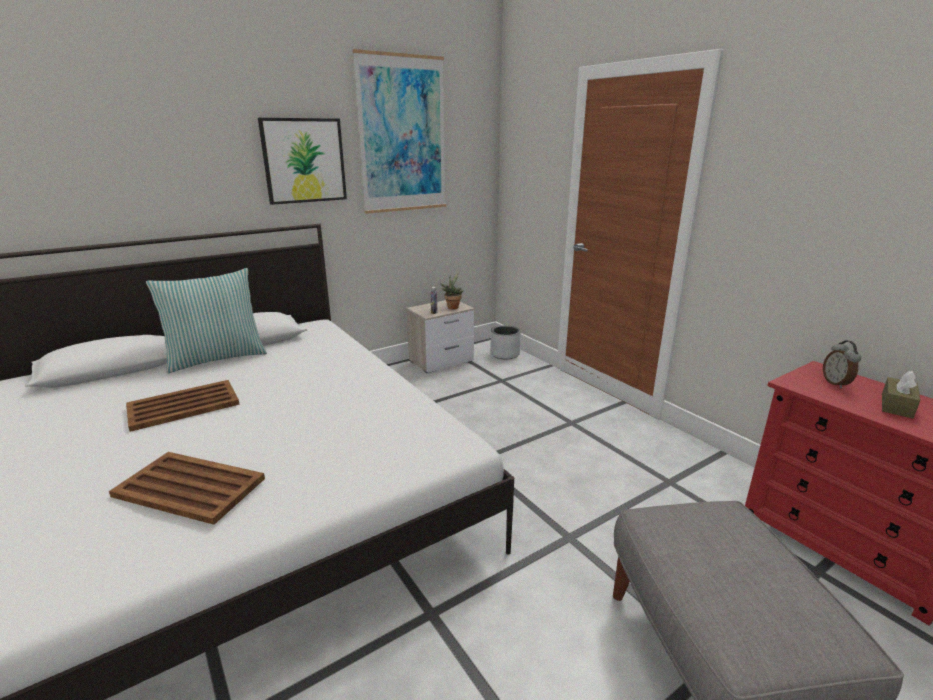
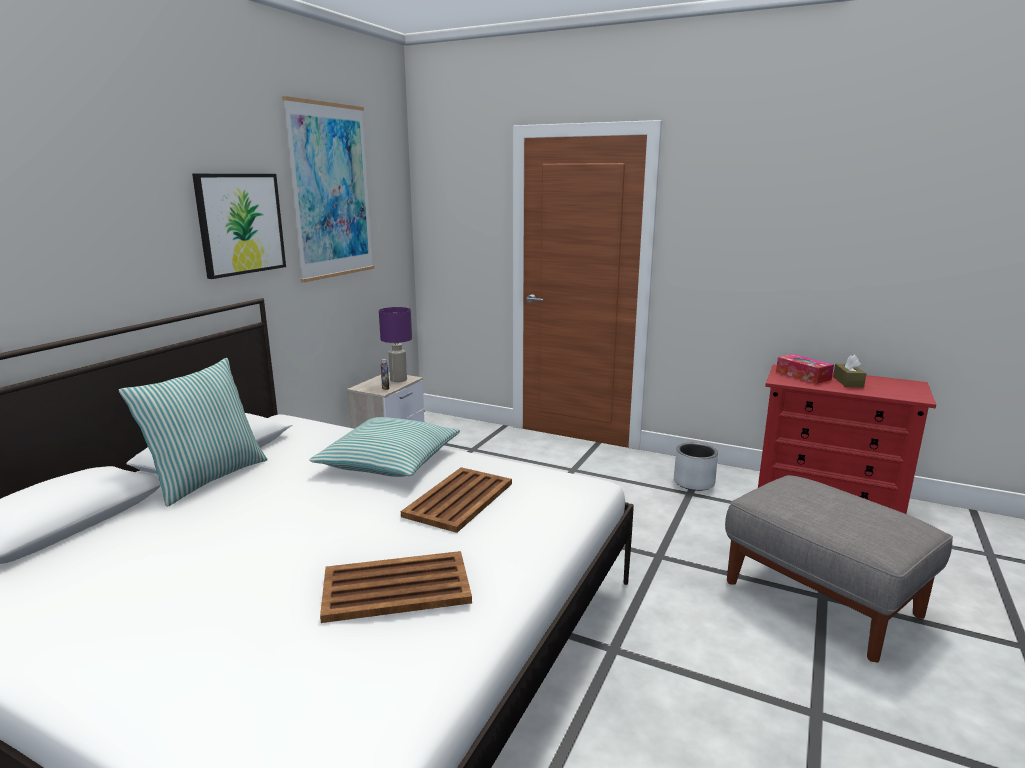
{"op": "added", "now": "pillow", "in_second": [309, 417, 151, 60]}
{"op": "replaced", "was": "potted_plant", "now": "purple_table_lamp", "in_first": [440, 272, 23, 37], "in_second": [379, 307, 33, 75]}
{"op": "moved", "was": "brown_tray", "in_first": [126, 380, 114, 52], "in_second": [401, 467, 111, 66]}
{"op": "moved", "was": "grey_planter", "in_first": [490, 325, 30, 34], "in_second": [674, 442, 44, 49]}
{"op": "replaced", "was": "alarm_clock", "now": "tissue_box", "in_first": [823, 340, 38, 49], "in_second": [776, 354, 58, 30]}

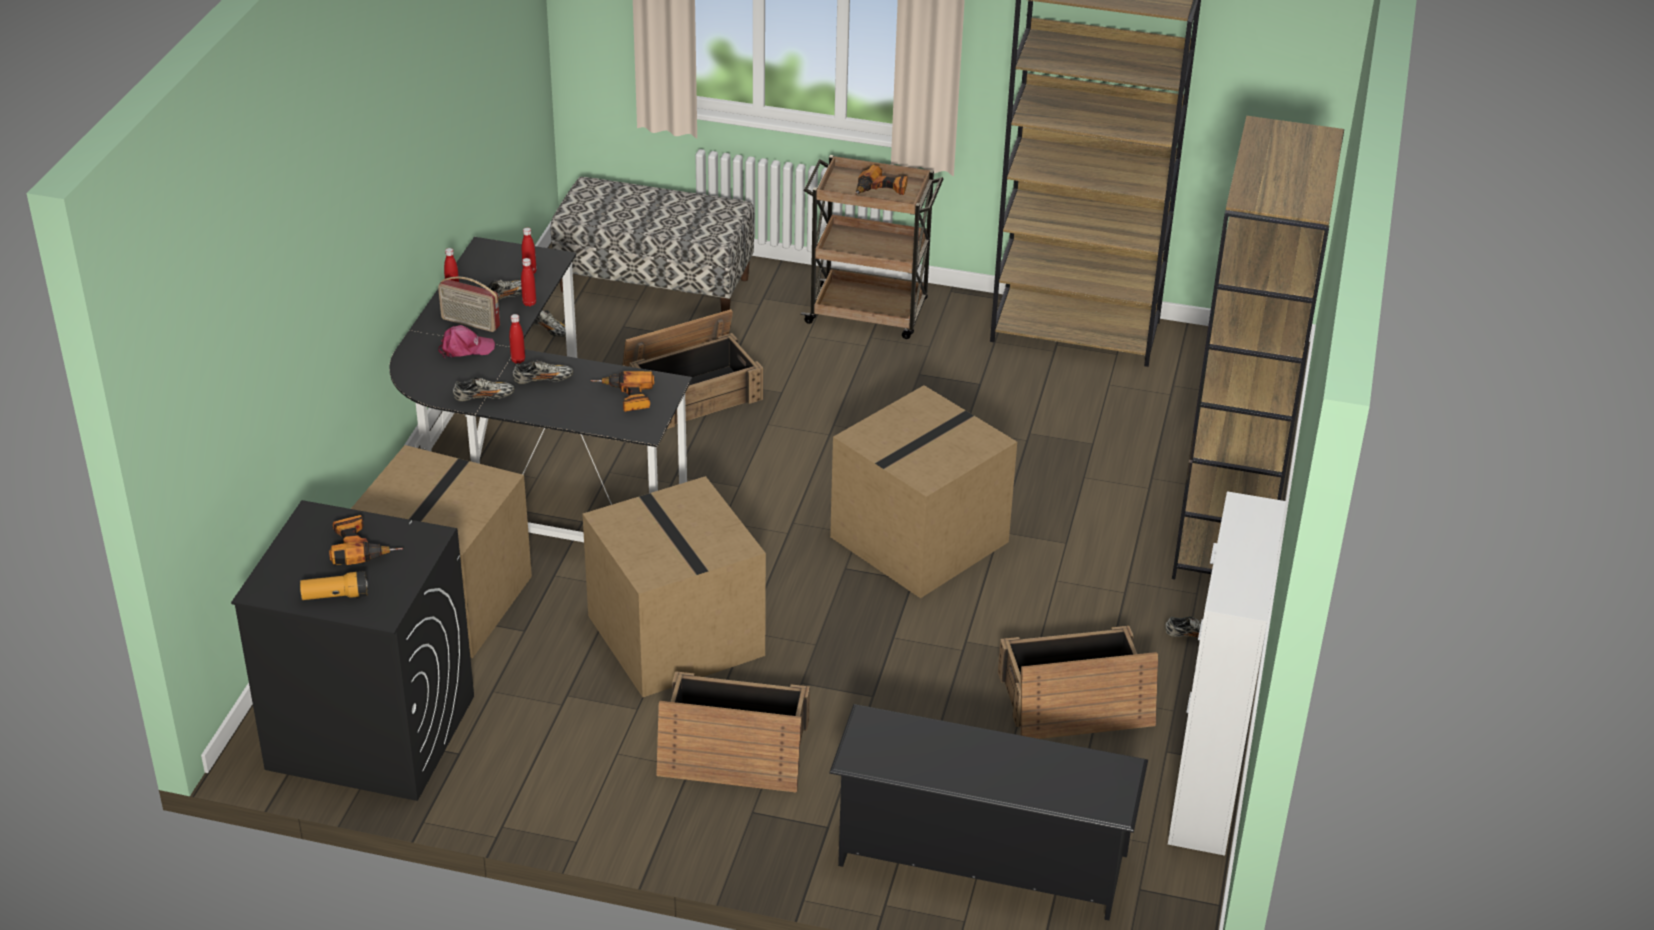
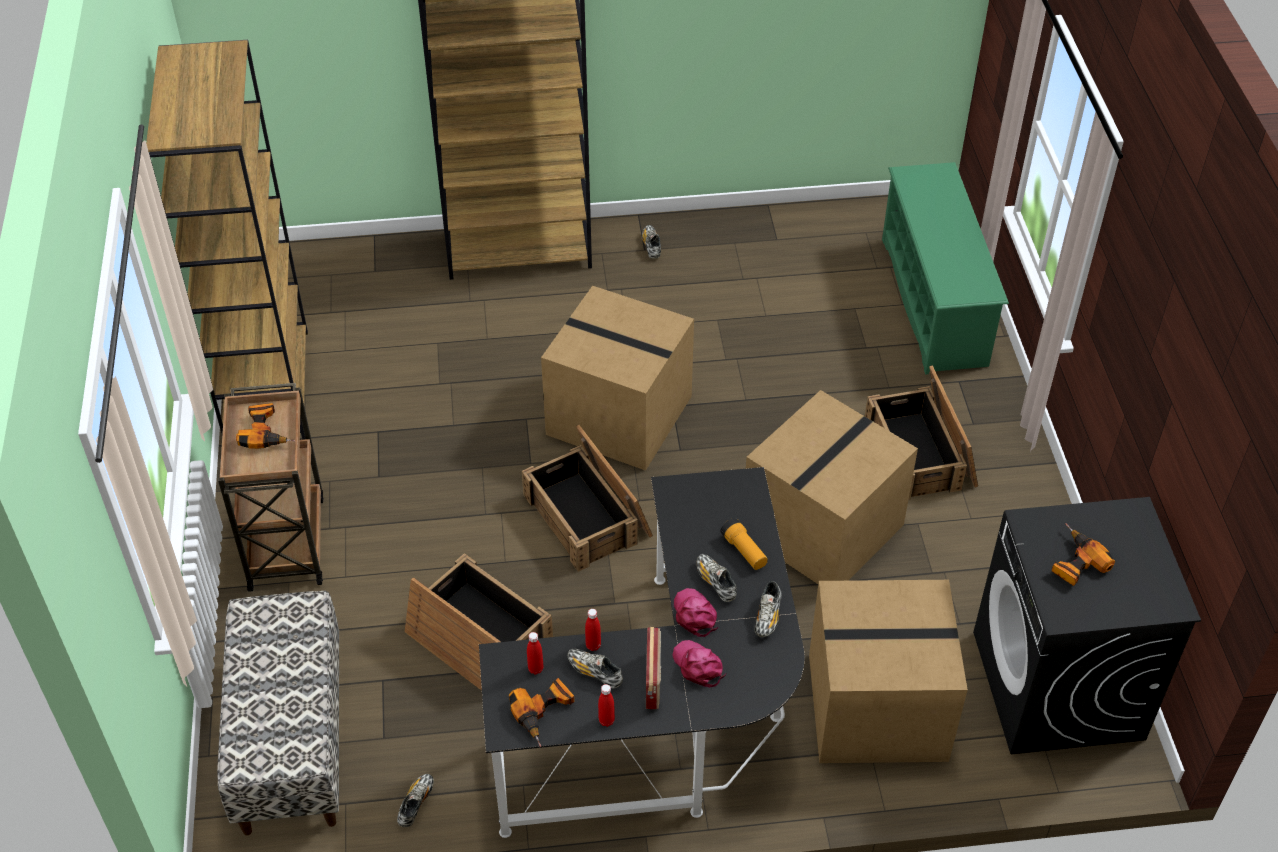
{"op": "moved", "was": "power_drill", "in_first": [590, 371, 64, 41], "in_second": [509, 678, 65, 69]}
{"op": "moved", "was": "crate", "in_first": [998, 626, 160, 113], "in_second": [522, 425, 131, 147]}
{"op": "replaced", "was": "red_bottle", "now": "pink_cap", "in_first": [509, 314, 16, 50], "in_second": [674, 588, 44, 49]}
{"op": "moved", "was": "flashlight", "in_first": [300, 571, 68, 29], "in_second": [721, 518, 47, 52]}
{"op": "turned", "was": "shoe", "in_first": [453, 378, 62, 24], "in_second": [754, 581, 28, 56], "clockwise": -135}
{"op": "recoloured", "was": "black_shoe_rack", "now": "green_shoe_rack", "in_first": [829, 704, 319, 216], "in_second": [882, 162, 127, 213]}
{"op": "removed", "was": "white_cabinet", "in_first": [1168, 491, 118, 365]}

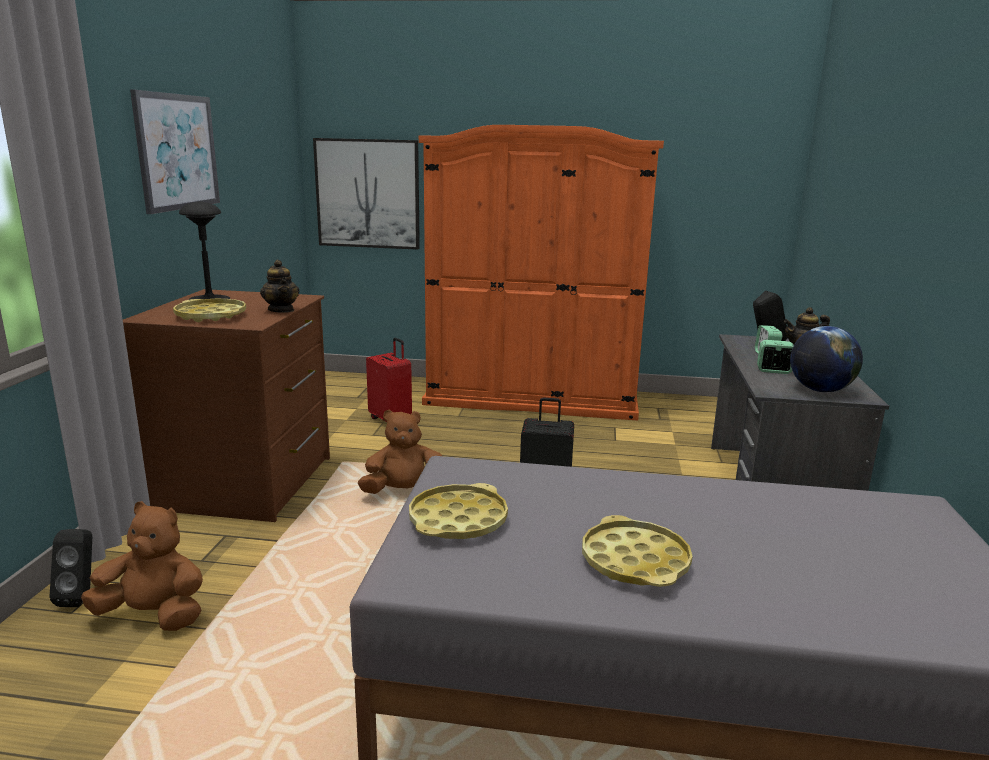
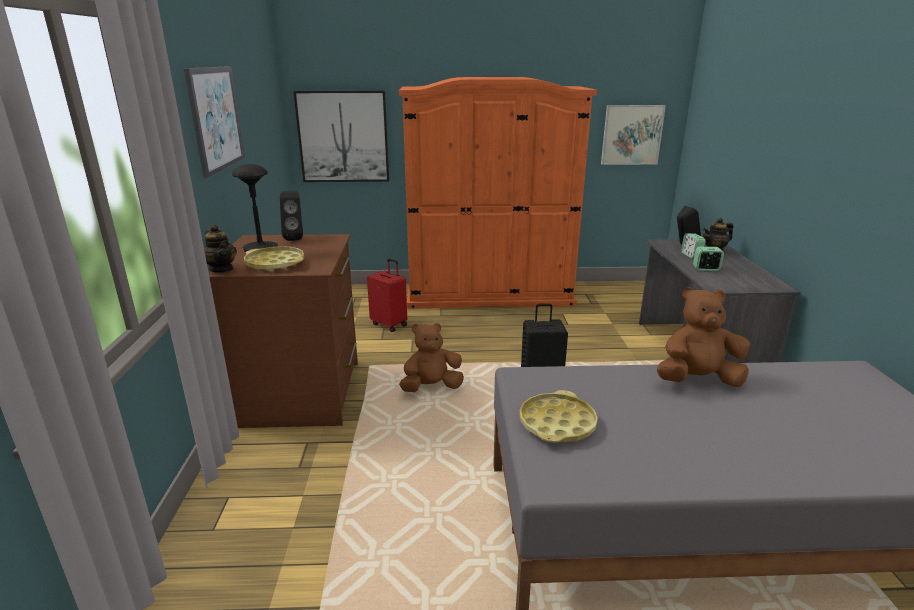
{"op": "moved", "was": "teapot", "in_first": [260, 260, 40, 53], "in_second": [204, 225, 33, 47]}
{"op": "moved", "was": "black_speaker", "in_first": [50, 529, 42, 78], "in_second": [280, 191, 23, 50]}
{"op": "added", "now": "picture", "in_second": [601, 105, 65, 60]}
{"op": "moved", "was": "brown_plush_toy", "in_first": [81, 501, 122, 130], "in_second": [657, 287, 93, 100]}
{"op": "removed", "was": "yellow_tray", "in_first": [582, 515, 111, 72]}
{"op": "removed", "was": "globe", "in_first": [790, 326, 73, 66]}

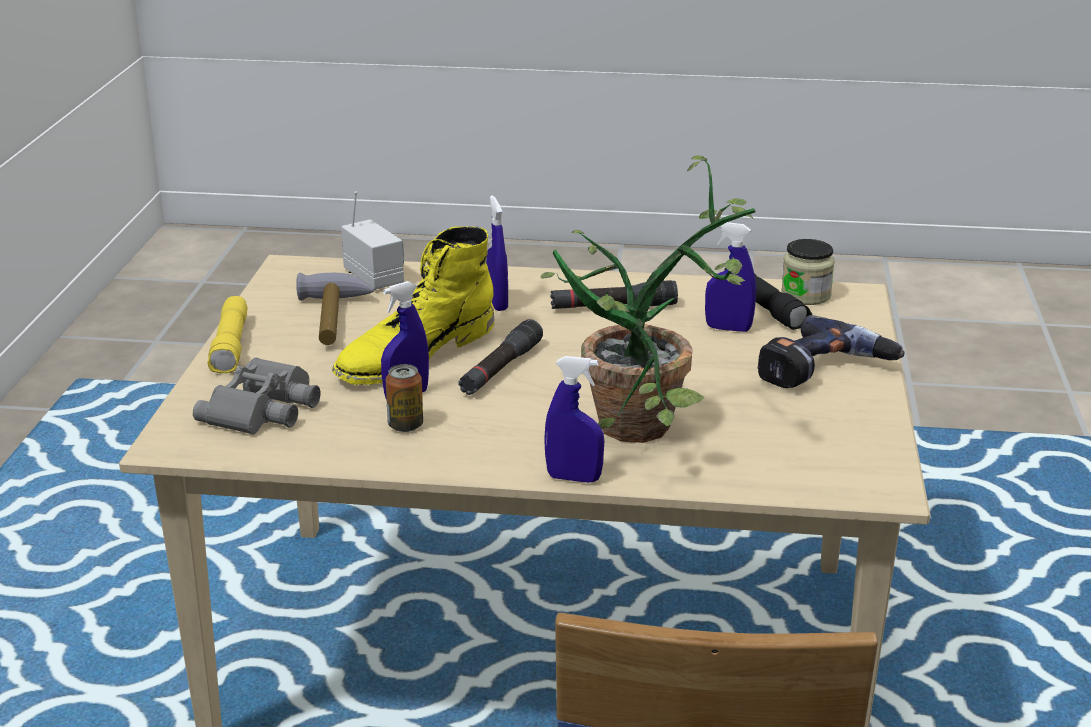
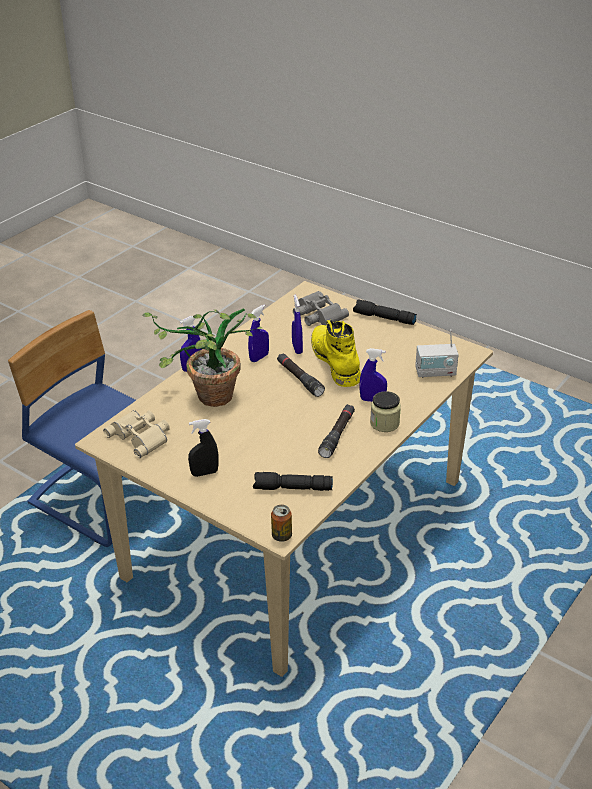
{"op": "added", "now": "beige_binoculars", "in_second": [103, 410, 67, 48]}
{"op": "replaced", "was": "power_drill", "now": "black_spray_bottle", "in_first": [758, 315, 146, 73], "in_second": [188, 419, 31, 58]}
{"op": "moved", "was": "blue_spray_bottle", "in_first": [705, 222, 51, 110], "in_second": [248, 305, 21, 57]}
{"op": "moved", "was": "can", "in_first": [386, 364, 37, 68], "in_second": [271, 505, 21, 37]}
{"op": "recoloured", "was": "yellow_flashlight", "now": "black_flashlight", "in_first": [208, 296, 39, 77], "in_second": [353, 299, 64, 26]}
{"op": "moved", "was": "jar", "in_first": [781, 239, 54, 66], "in_second": [370, 391, 31, 41]}
{"op": "removed", "was": "hammer", "in_first": [296, 273, 78, 72]}

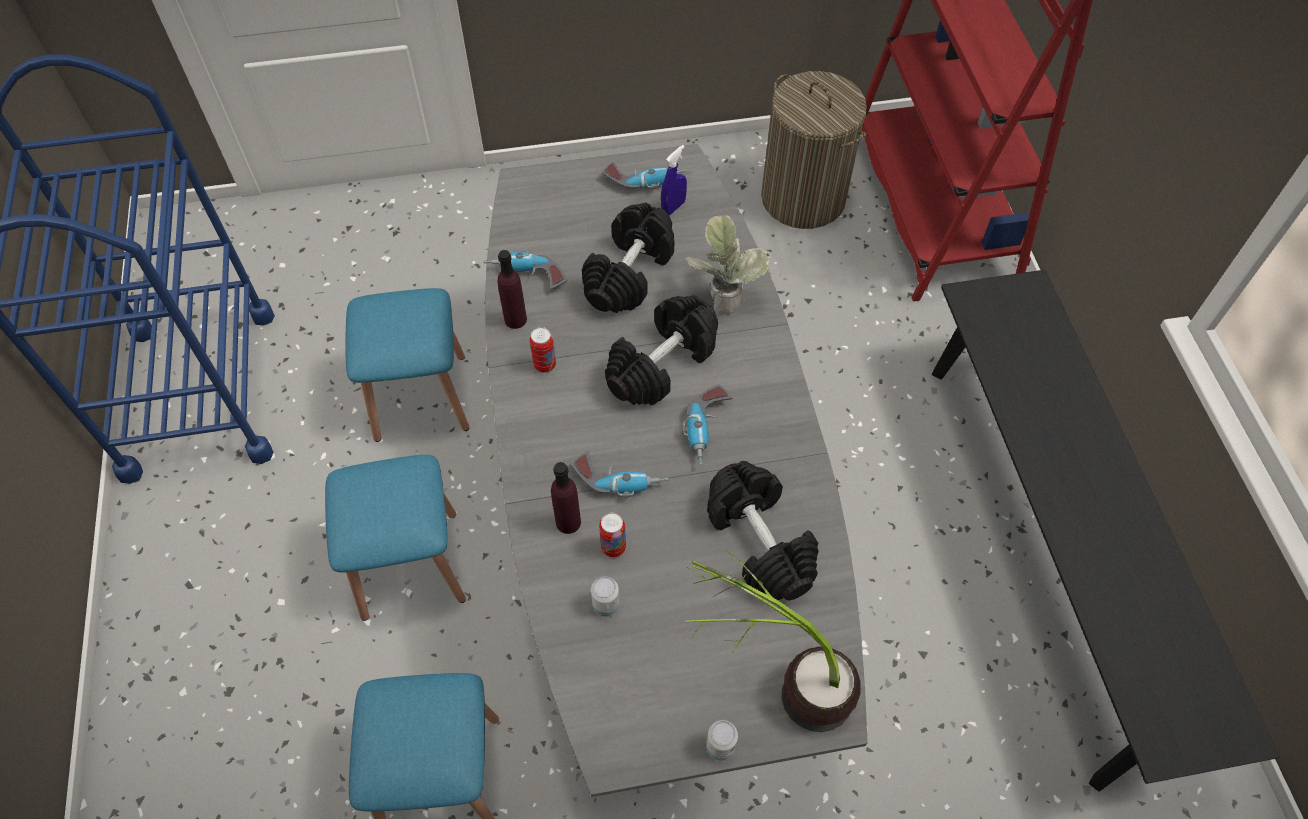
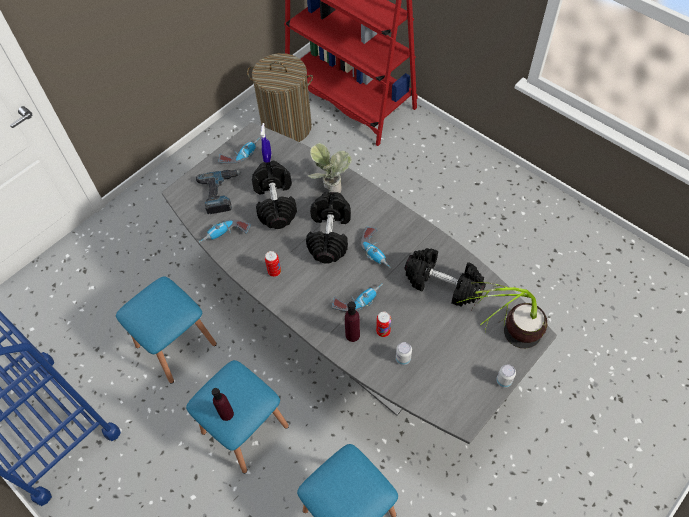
{"op": "added", "now": "power_drill", "in_second": [196, 170, 46, 44]}
{"op": "moved", "was": "purple_bottle", "in_first": [498, 250, 29, 79], "in_second": [212, 388, 22, 33]}
{"op": "removed", "was": "black_bench", "in_first": [932, 270, 348, 522]}

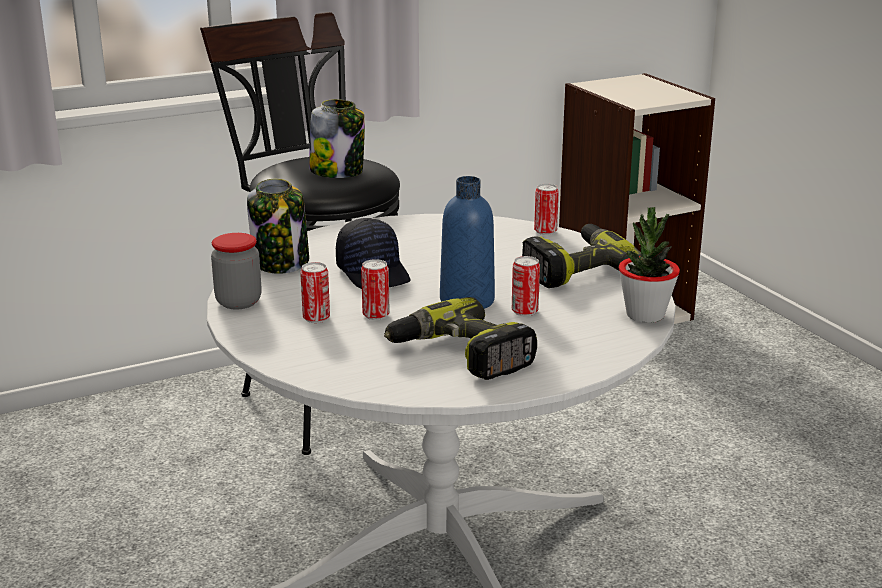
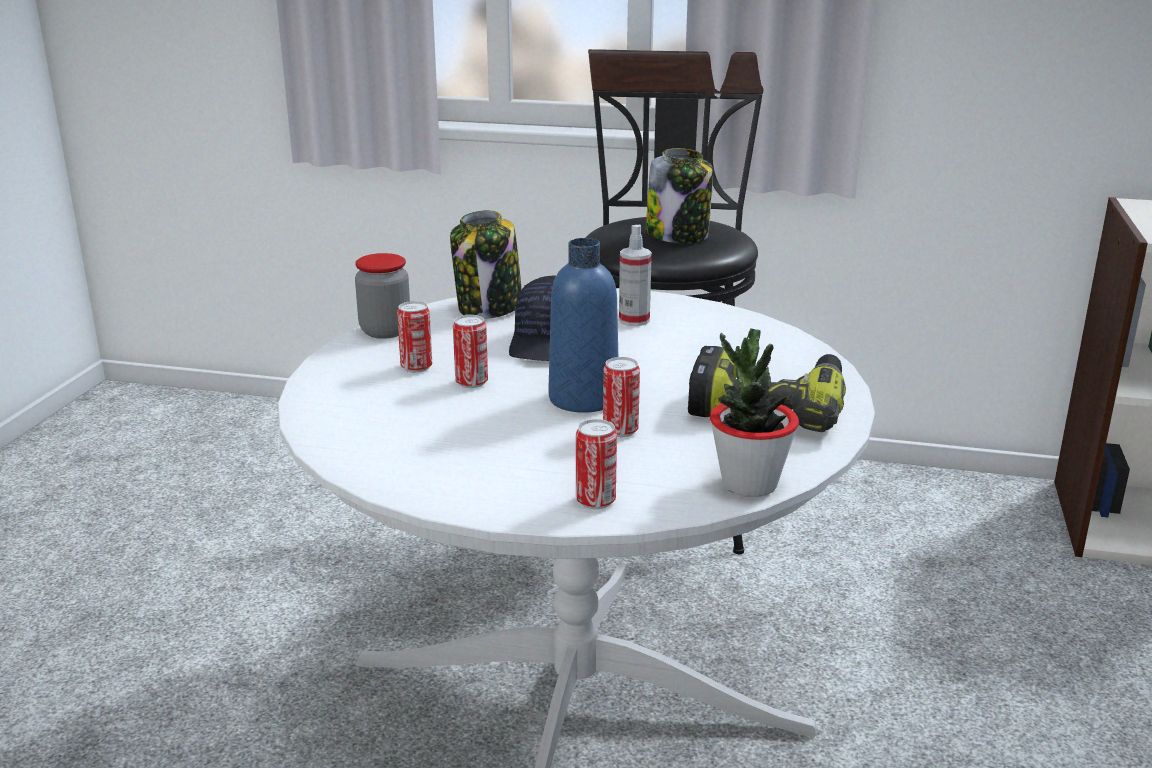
{"op": "moved", "was": "can", "in_first": [534, 184, 25, 51], "in_second": [576, 419, 41, 90]}
{"op": "added", "now": "spray_bottle", "in_second": [619, 225, 33, 101]}
{"op": "removed", "was": "power_drill", "in_first": [384, 297, 153, 83]}

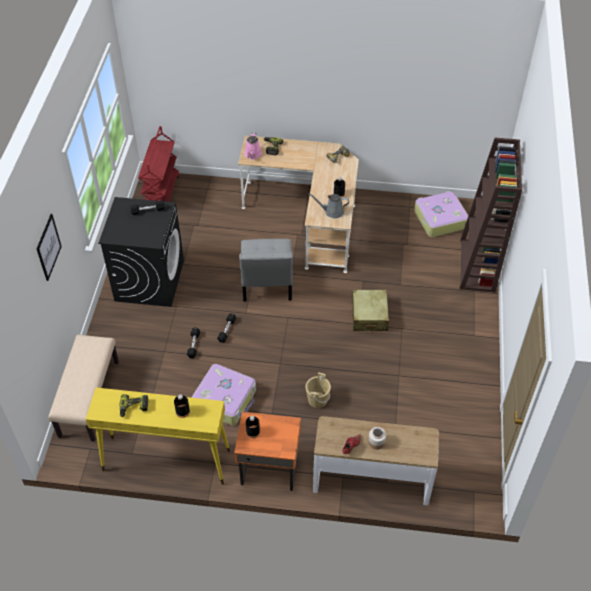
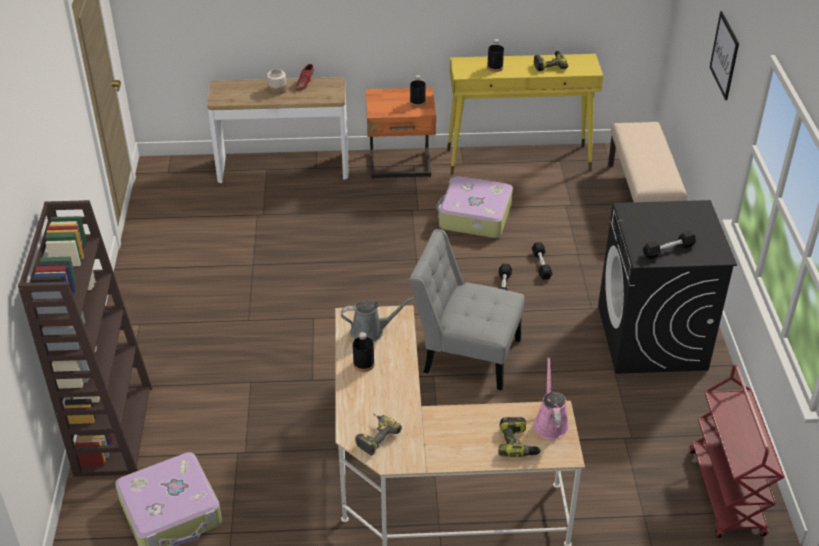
{"op": "turned", "was": "grey_chair", "in_first": [239, 239, 54, 63], "in_second": [409, 229, 116, 161], "clockwise": -60}
{"op": "removed", "was": "beige_bucket", "in_first": [305, 373, 26, 35]}
{"op": "removed", "was": "beige_suitcase", "in_first": [351, 290, 38, 41]}

